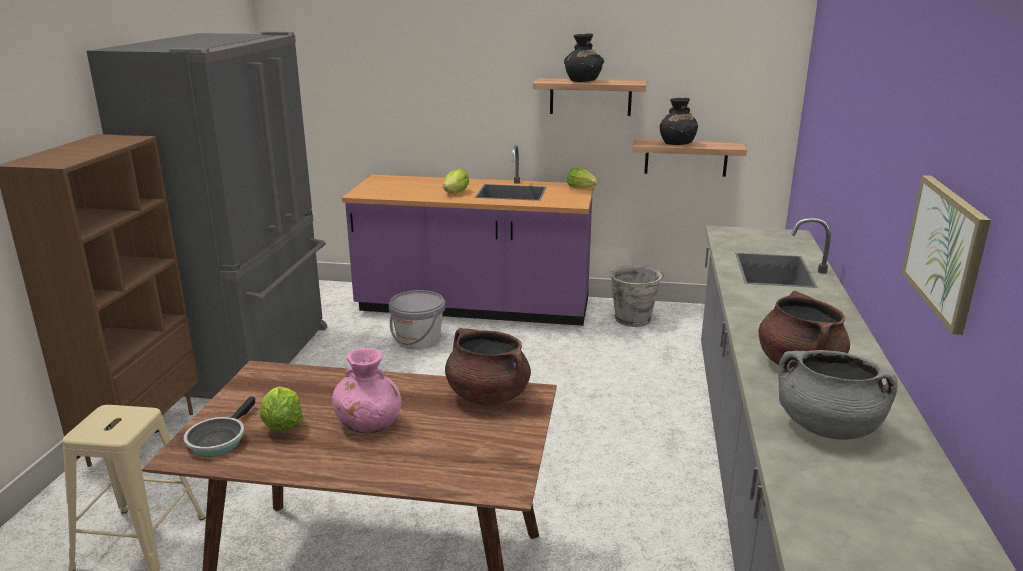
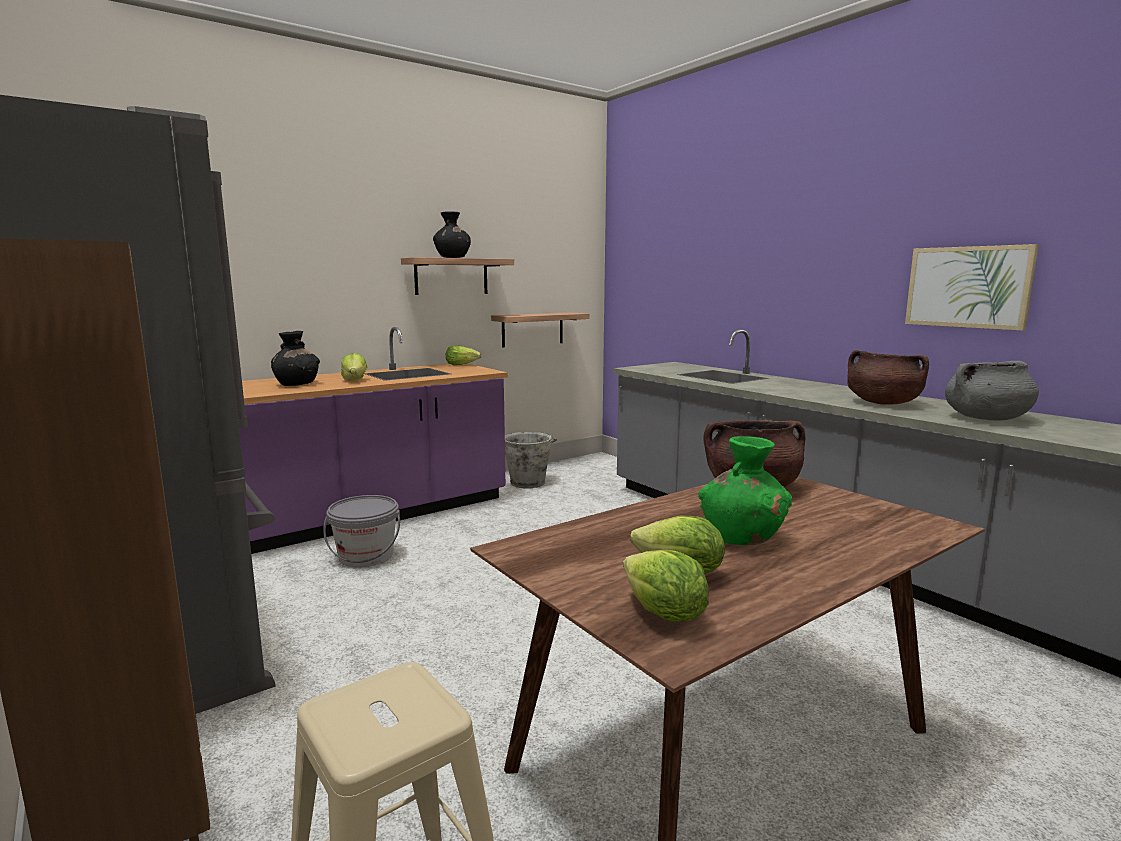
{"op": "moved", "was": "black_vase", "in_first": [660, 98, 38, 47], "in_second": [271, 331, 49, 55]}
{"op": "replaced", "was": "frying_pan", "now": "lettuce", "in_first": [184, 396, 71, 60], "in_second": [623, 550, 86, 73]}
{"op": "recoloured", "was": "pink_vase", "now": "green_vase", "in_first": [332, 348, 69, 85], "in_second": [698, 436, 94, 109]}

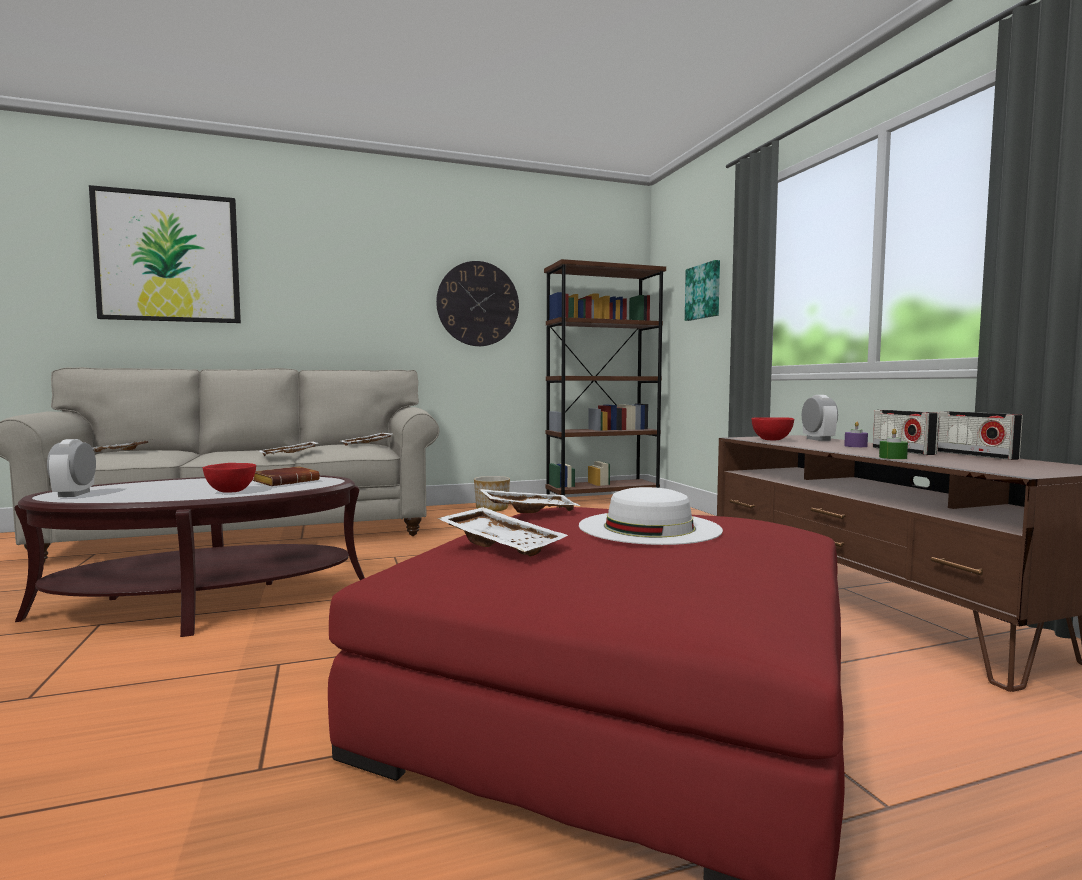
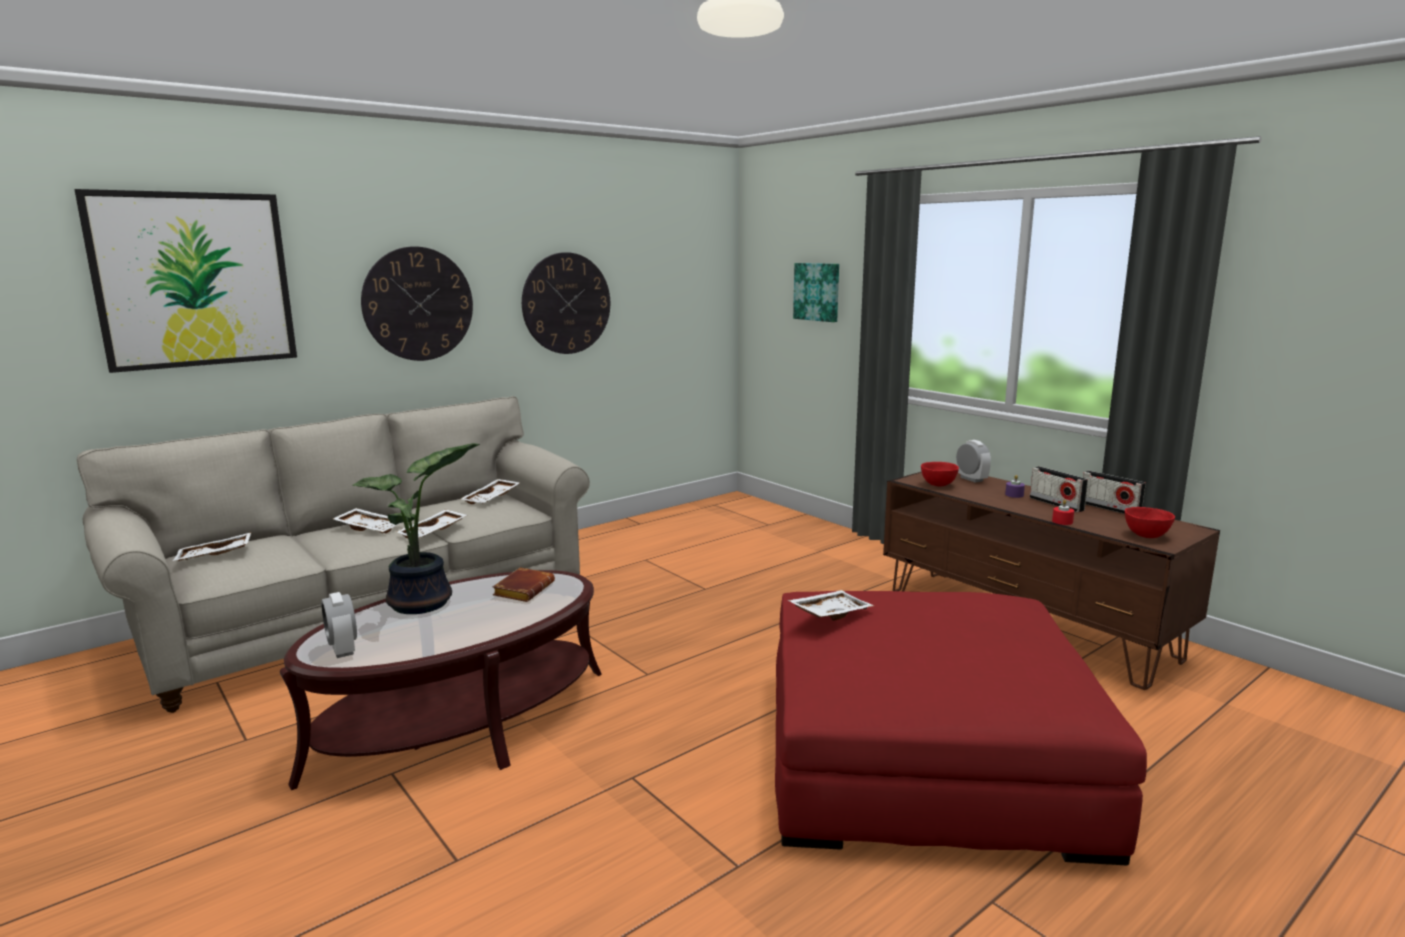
{"op": "moved", "was": "white_tray", "in_first": [437, 507, 131, 50], "in_second": [333, 508, 67, 25]}
{"op": "added", "now": "potted_plant", "in_second": [352, 443, 128, 171]}
{"op": "added", "now": "wall_clock", "in_second": [361, 246, 112, 115]}
{"op": "recoloured", "was": "green_candle", "now": "red_candle", "in_first": [879, 428, 29, 31], "in_second": [1052, 500, 22, 25]}
{"op": "moved", "was": "red_bowl", "in_first": [203, 463, 53, 30], "in_second": [1125, 507, 50, 31]}
{"op": "removed", "was": "planter", "in_first": [474, 476, 36, 35]}
{"op": "removed", "was": "brown_bookcase", "in_first": [544, 259, 122, 237]}
{"op": "removed", "was": "white_hat", "in_first": [579, 487, 144, 58]}

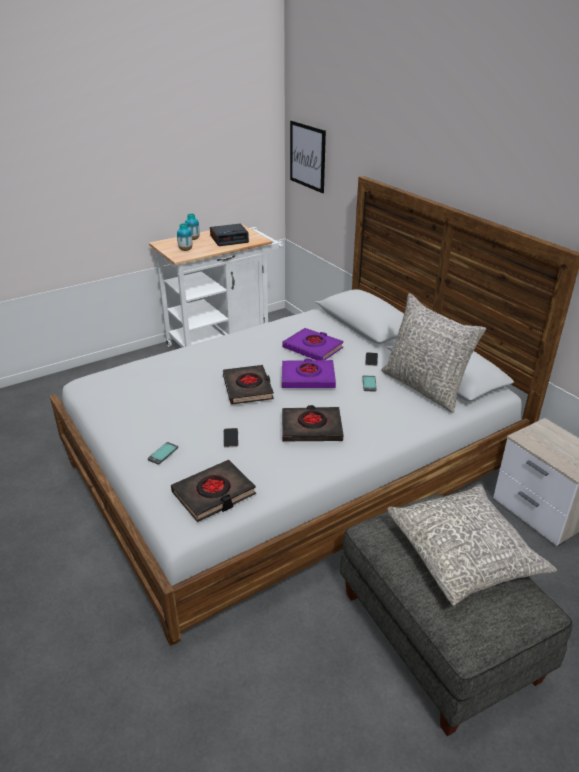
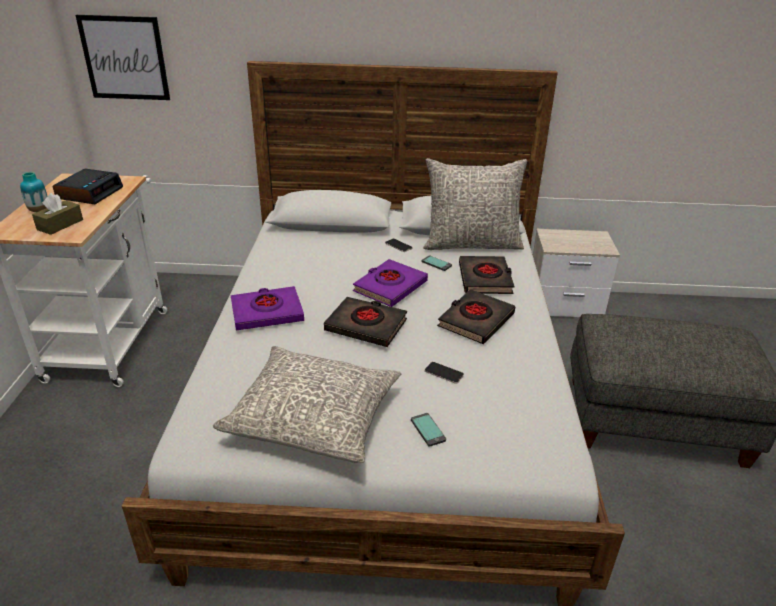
{"op": "replaced", "was": "vase", "now": "brown_tissue_box", "in_first": [177, 223, 15, 28], "in_second": [32, 193, 51, 42]}
{"op": "moved", "was": "grey_pillow", "in_first": [388, 484, 169, 122], "in_second": [213, 346, 188, 117]}
{"op": "moved", "was": "purple_book", "in_first": [283, 328, 61, 32], "in_second": [231, 286, 73, 44]}
{"op": "moved", "was": "black_book", "in_first": [171, 460, 85, 62], "in_second": [459, 256, 56, 38]}

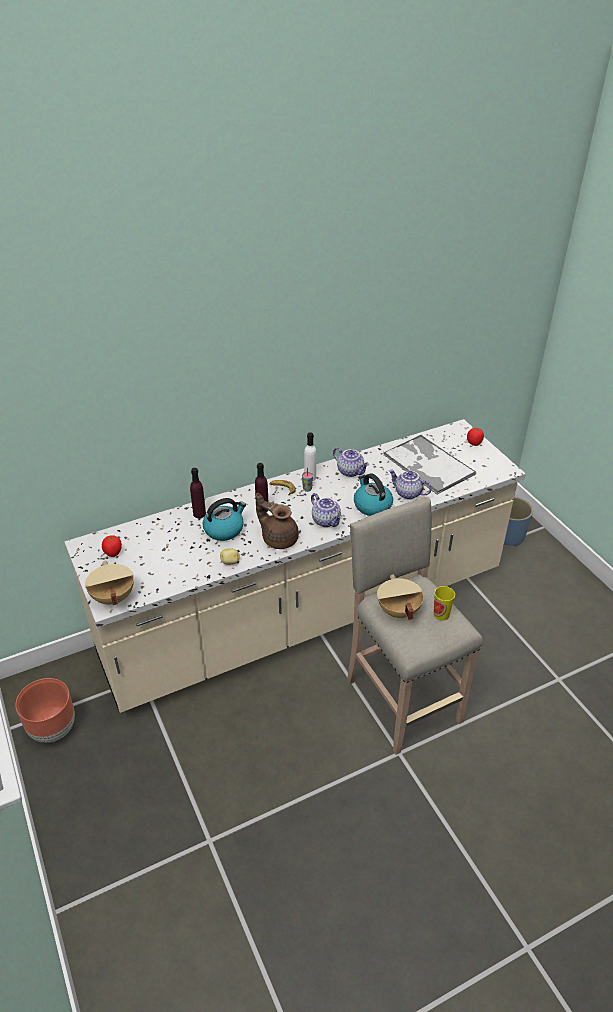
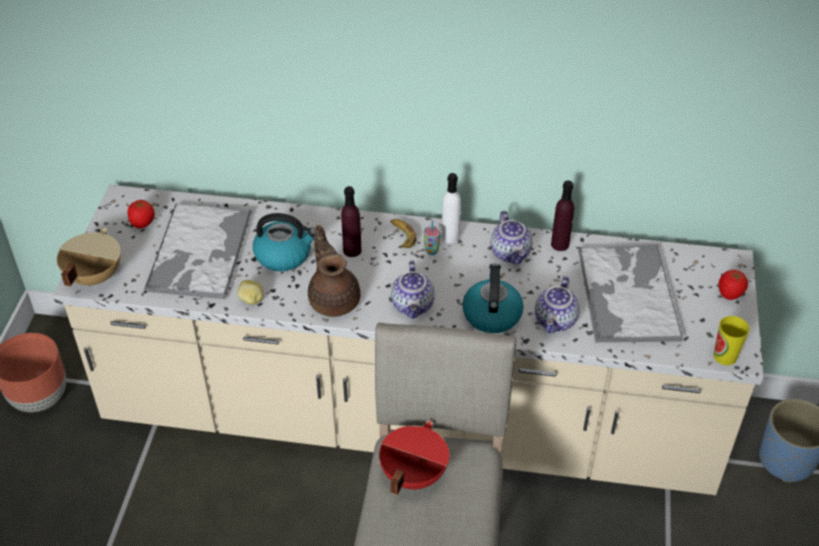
{"op": "added", "now": "tray", "in_second": [144, 203, 109, 96]}
{"op": "recoloured", "was": "beige_cooking_pot", "now": "red_cooking_pot", "in_first": [377, 574, 46, 46], "in_second": [379, 421, 70, 74]}
{"op": "turned", "was": "teapot", "in_first": [389, 470, 43, 29], "in_second": [535, 276, 45, 57], "clockwise": -135}
{"op": "moved", "was": "purple_bottle", "in_first": [190, 468, 16, 50], "in_second": [551, 180, 23, 71]}
{"op": "moved", "was": "cup", "in_first": [434, 586, 21, 35], "in_second": [714, 316, 36, 49]}

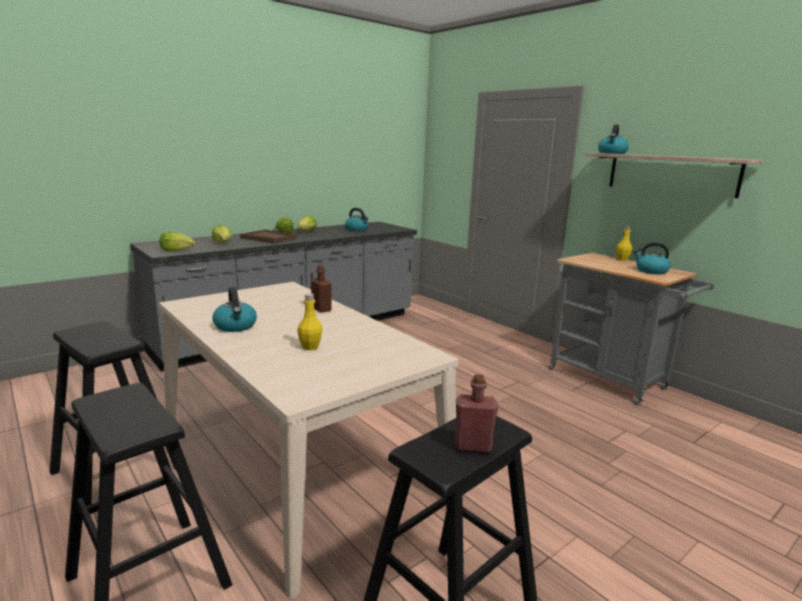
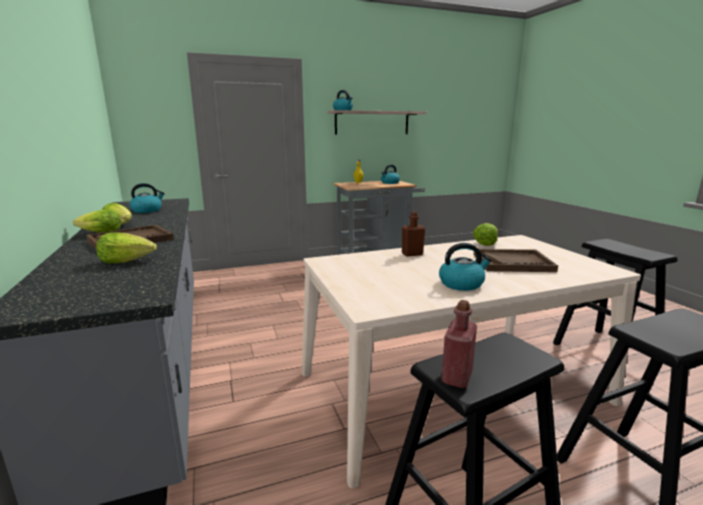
{"op": "moved", "was": "red_bottle", "in_first": [455, 374, 43, 78], "in_second": [441, 300, 36, 88]}
{"op": "moved", "was": "lettuce", "in_first": [159, 232, 36, 19], "in_second": [473, 223, 25, 23]}
{"op": "replaced", "was": "yellow_bottle", "now": "brown_tray", "in_first": [297, 293, 26, 57], "in_second": [474, 249, 84, 23]}

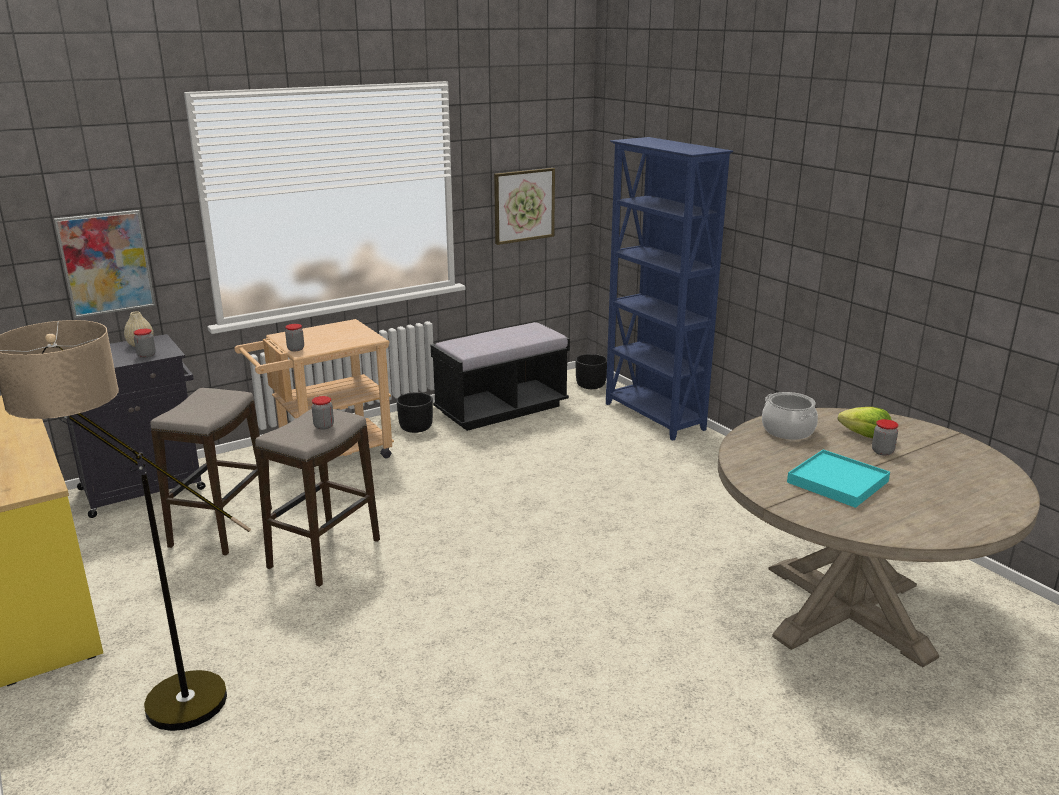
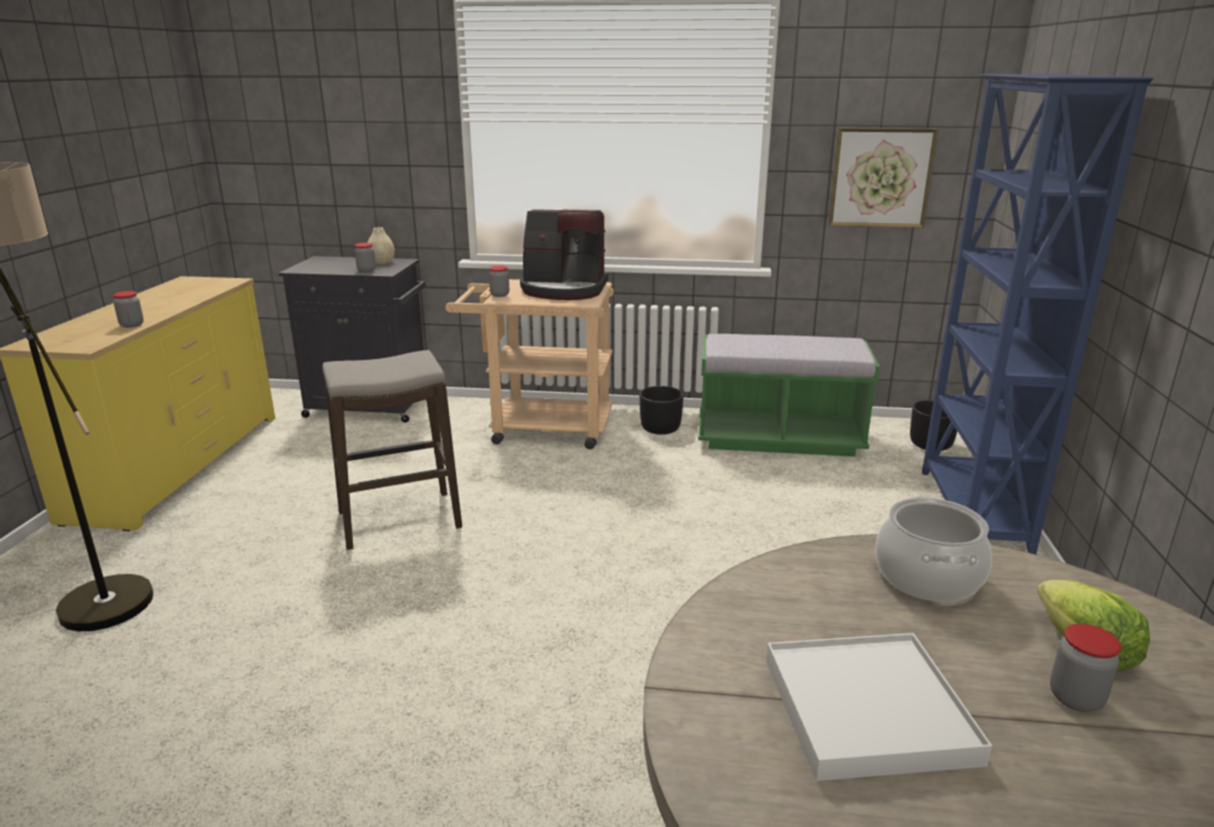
{"op": "moved", "was": "jar", "in_first": [312, 396, 22, 34], "in_second": [113, 291, 31, 37]}
{"op": "added", "now": "coffee_machine", "in_second": [520, 209, 88, 91]}
{"op": "recoloured", "was": "black_bench", "now": "green_bench", "in_first": [431, 322, 139, 109], "in_second": [698, 334, 182, 123]}
{"op": "recoloured", "was": "turquoise_tray", "now": "white_tray", "in_first": [787, 449, 103, 59], "in_second": [766, 633, 226, 148]}
{"op": "removed", "was": "picture", "in_first": [54, 210, 102, 108]}
{"op": "removed", "was": "stool", "in_first": [150, 388, 122, 167]}

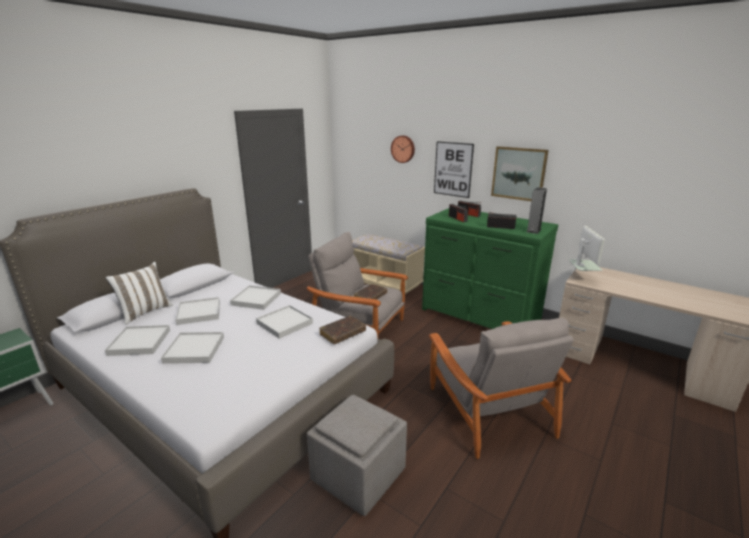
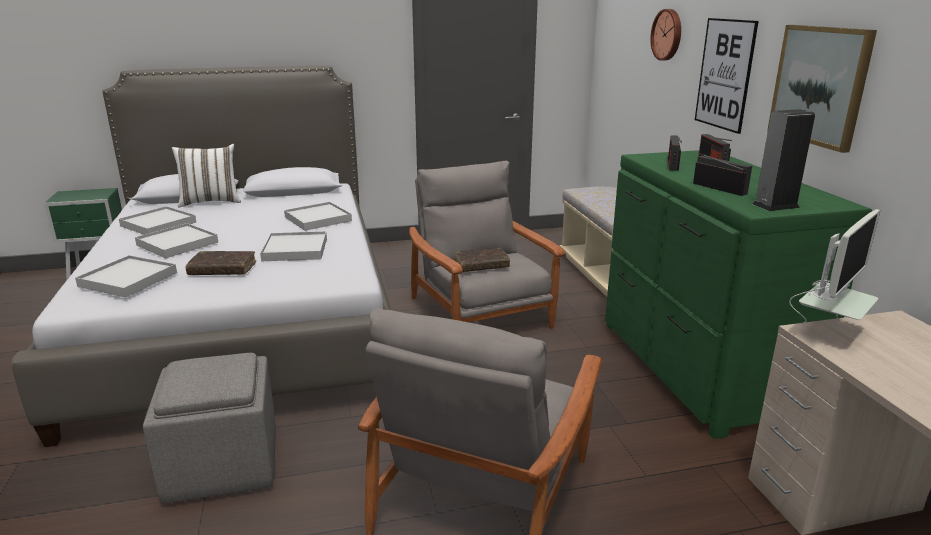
{"op": "moved", "was": "white_tray", "in_first": [175, 297, 45, 28], "in_second": [75, 255, 102, 42]}
{"op": "moved", "was": "brown_book", "in_first": [319, 316, 47, 28], "in_second": [185, 251, 71, 24]}

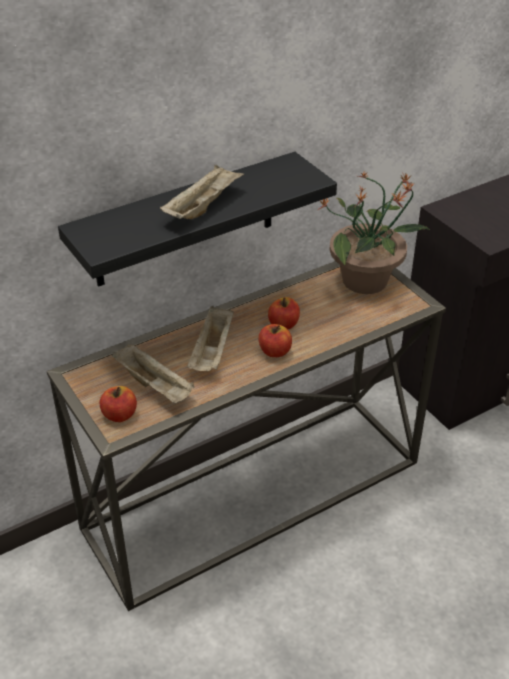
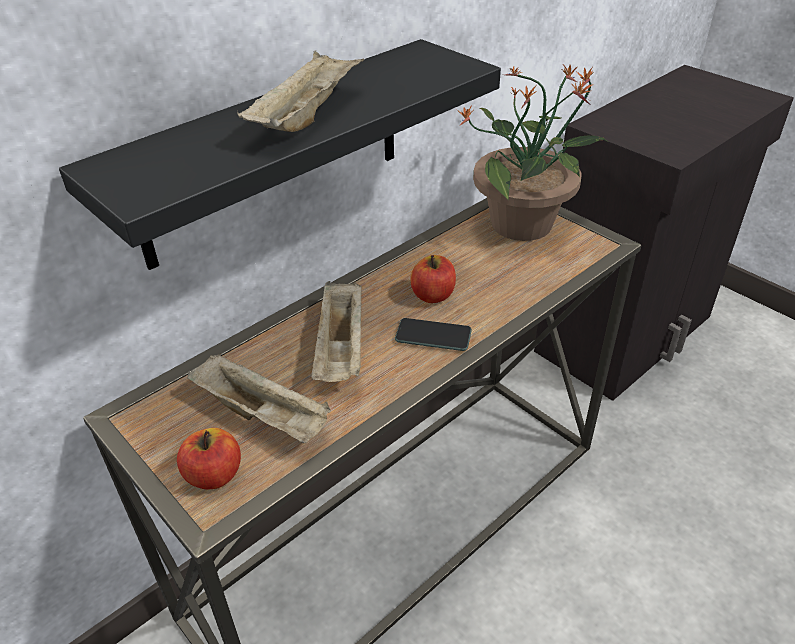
{"op": "replaced", "was": "apple", "now": "phone", "in_first": [258, 324, 34, 33], "in_second": [395, 318, 77, 33]}

